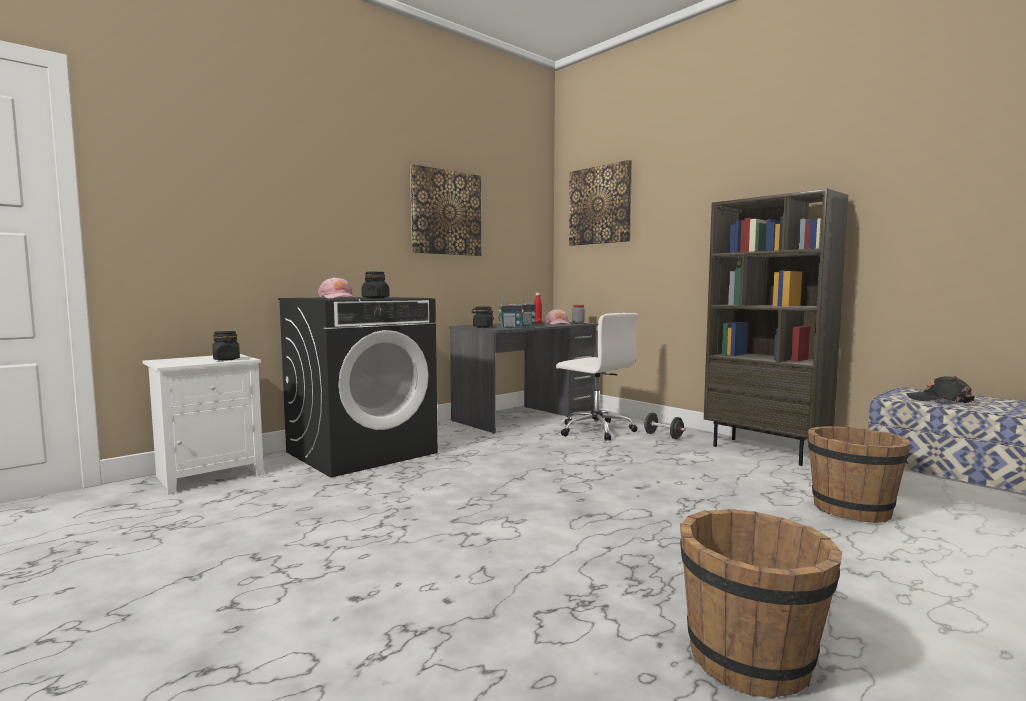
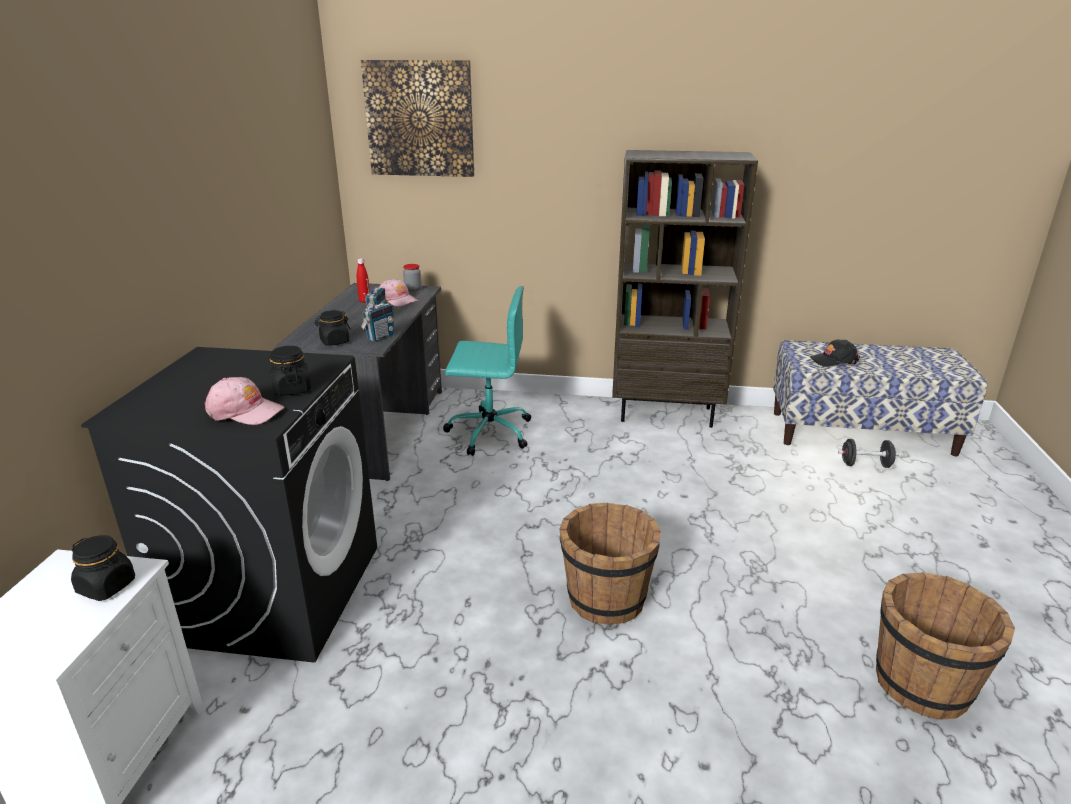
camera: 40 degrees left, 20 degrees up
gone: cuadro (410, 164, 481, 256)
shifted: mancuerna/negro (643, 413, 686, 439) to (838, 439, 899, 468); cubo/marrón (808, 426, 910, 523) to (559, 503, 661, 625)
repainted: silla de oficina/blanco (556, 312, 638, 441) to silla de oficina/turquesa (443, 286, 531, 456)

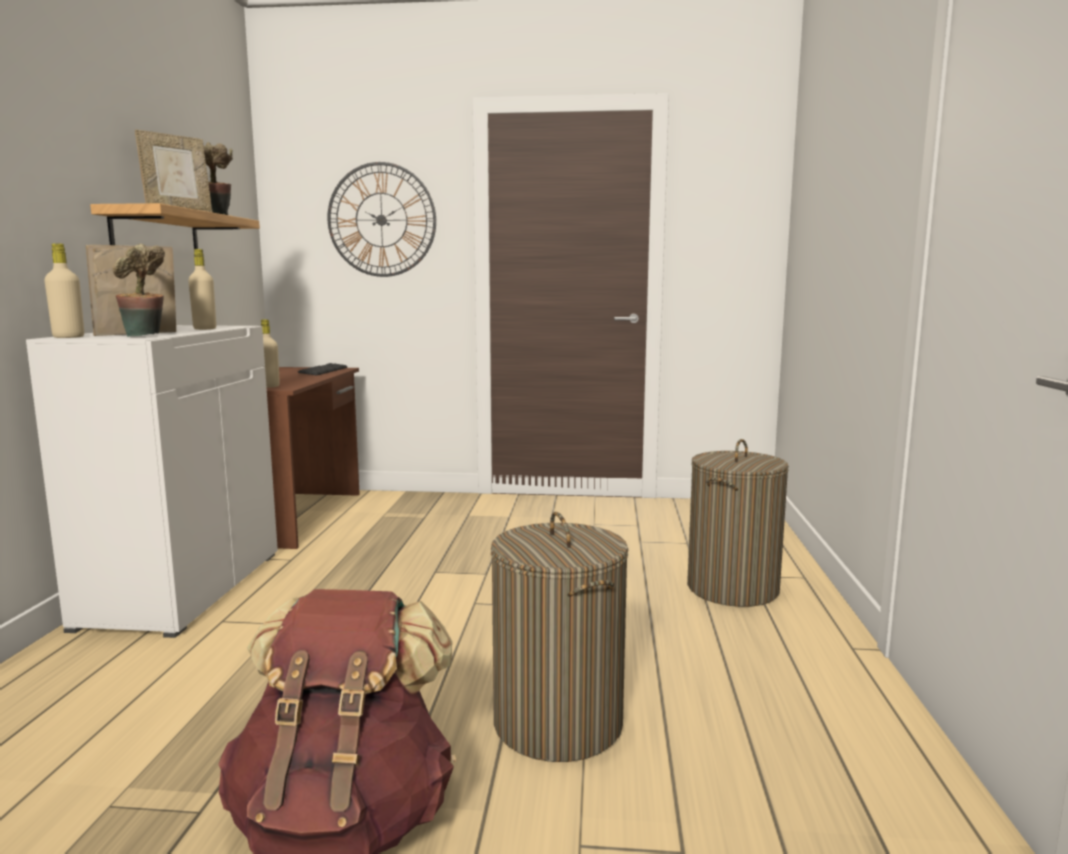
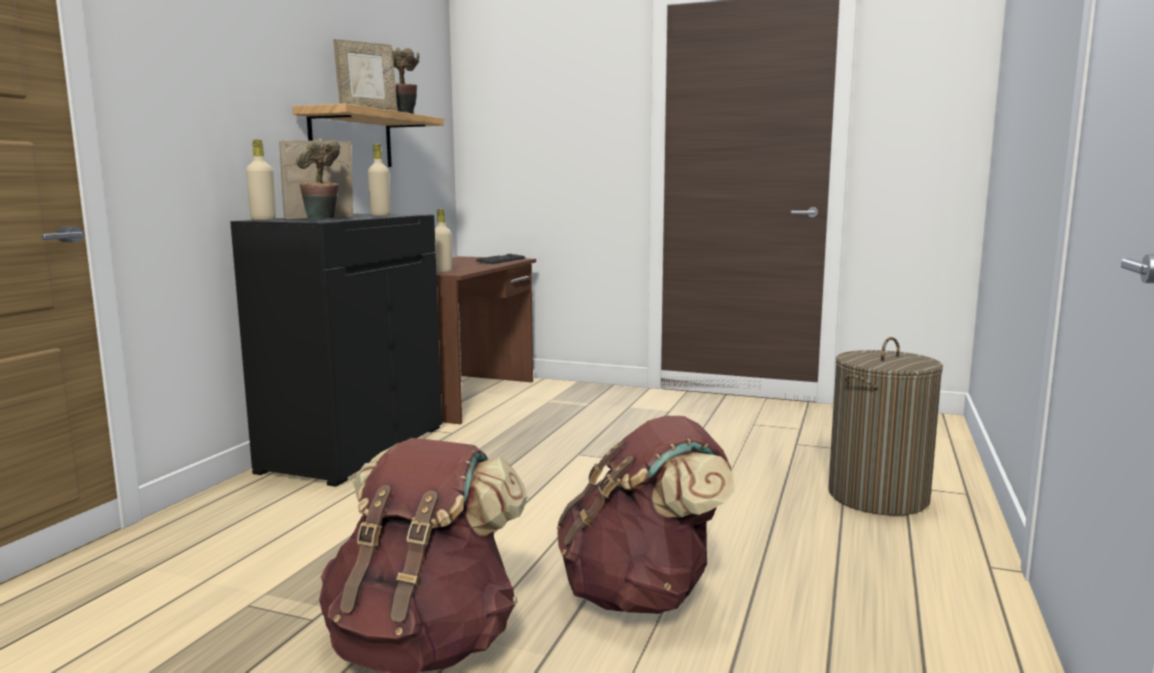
camera: 15 degrees right, 0 degrees up
gone: reloj de pared (328, 162, 436, 277)
swapped: cesto de la ropa (491, 512, 628, 762) to mochila/marrón (557, 416, 735, 614)
repainted: armario/blanco (26, 325, 278, 638) to armario/negro (230, 214, 442, 487)

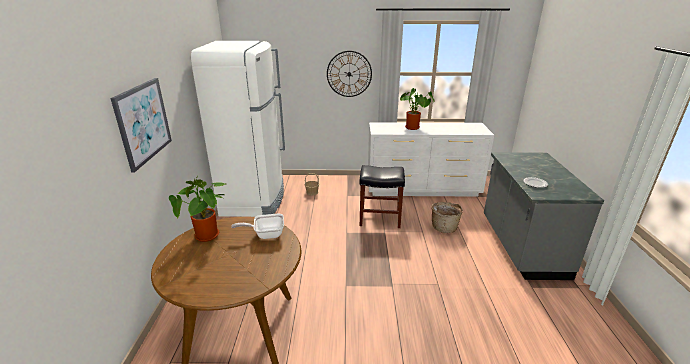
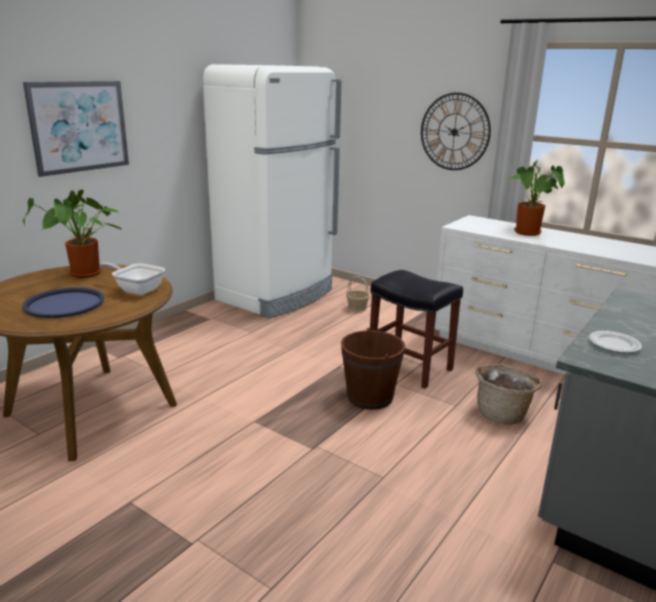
camera: 35 degrees right, 5 degrees down
new: bandeja/azul (22, 287, 104, 318); cubo/marrón (341, 328, 405, 410)

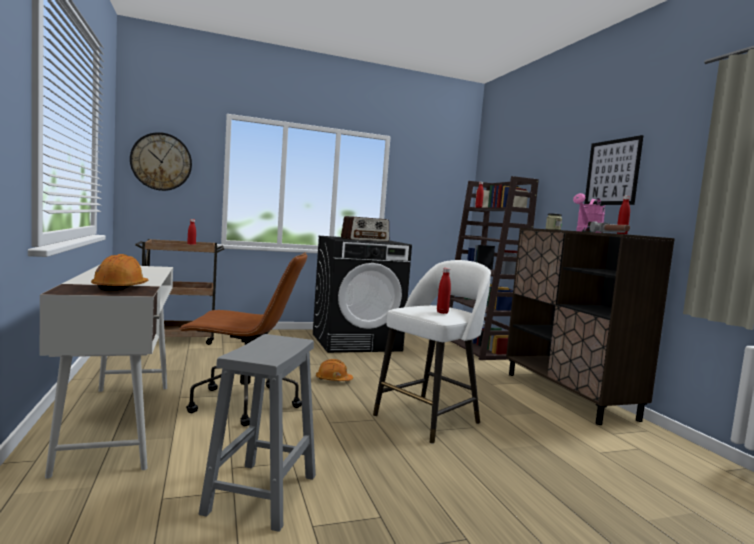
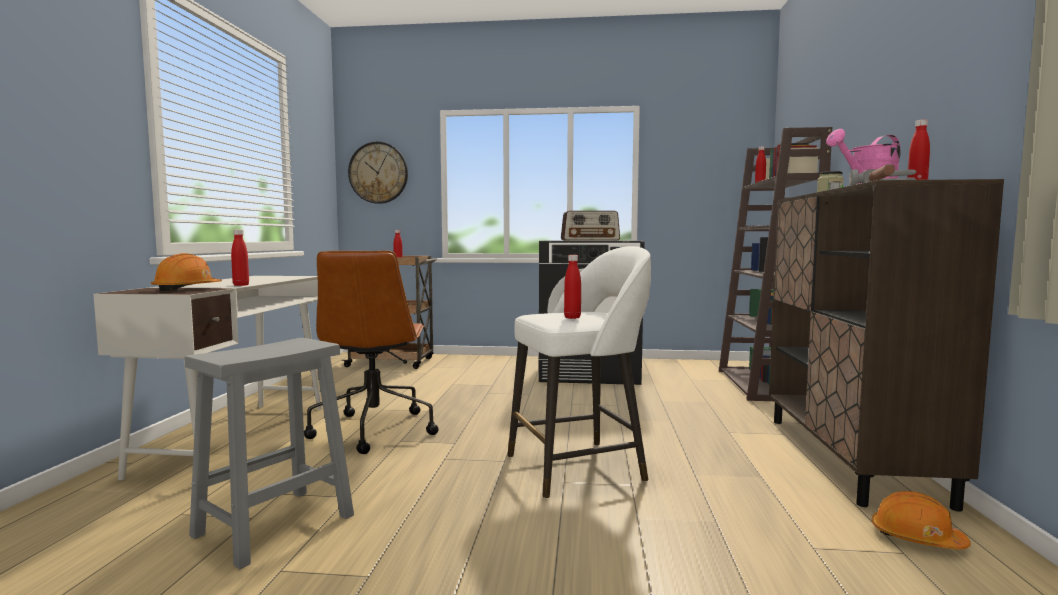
camera: 25 degrees right, 0 degrees up
gone: cuadro (584, 135, 643, 205)
new: botella/rojo (231, 230, 249, 286)
shifted: casco/naranja (316, 359, 353, 381) to (872, 491, 971, 549)
rotated: silla de oficina/marrón (178, 252, 307, 426) = (304, 250, 439, 454) 60 degrees clockwise

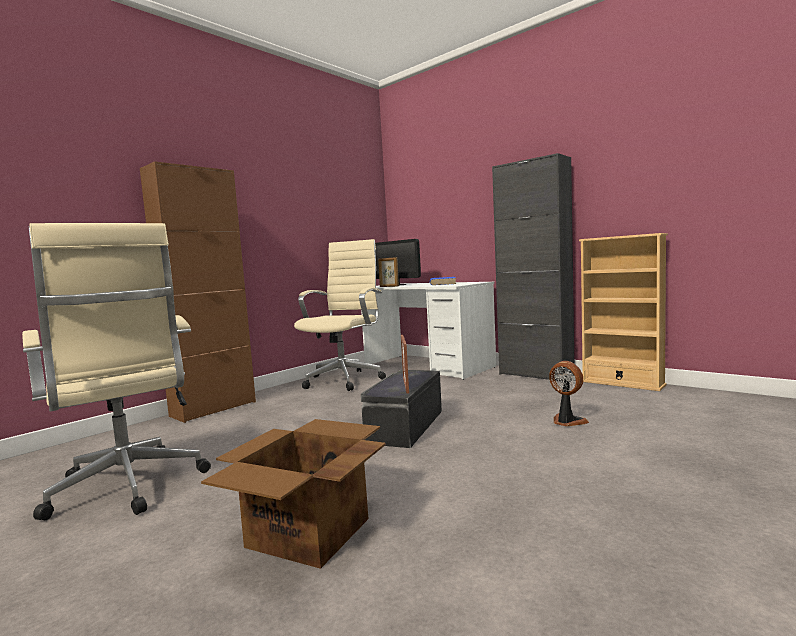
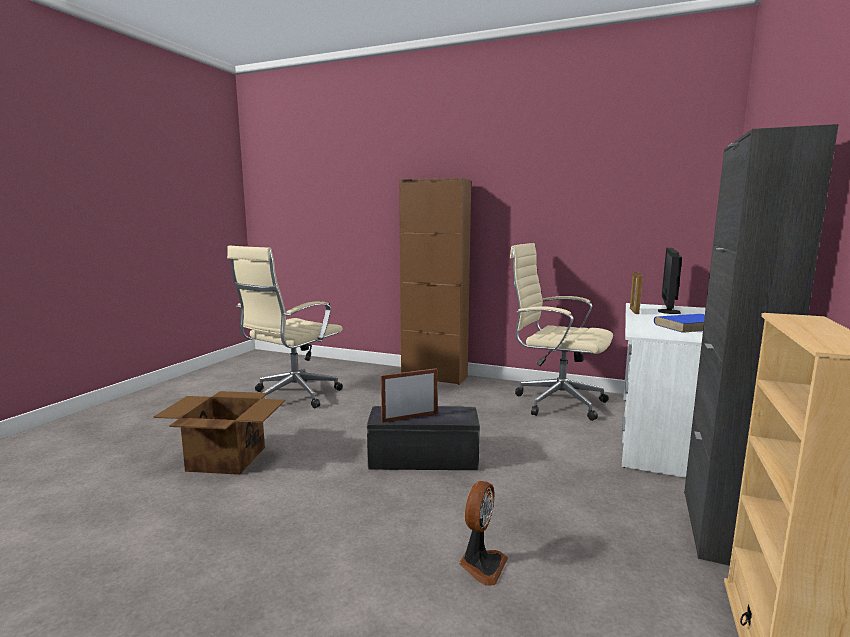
camera: 70 degrees right, 5 degrees up
rotated: silla de oficina/beis (294, 239, 386, 391) = (510, 243, 613, 421) 150 degrees counterclockwise

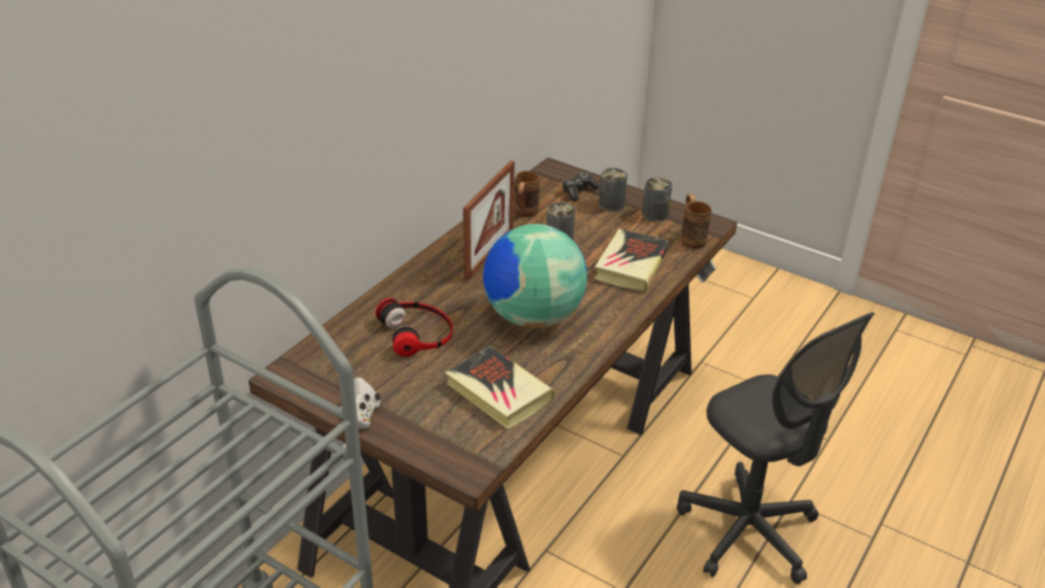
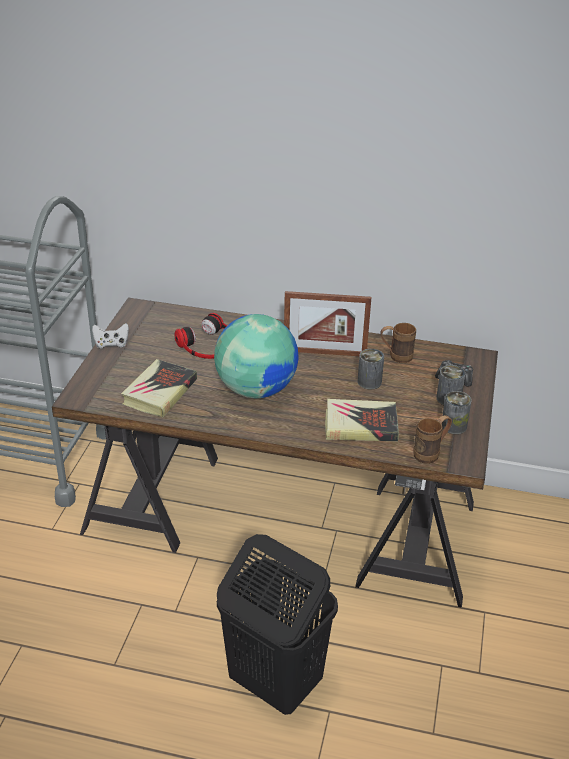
camera: 70 degrees right, 0 degrees up
swapped: silla de oficina/gris (677, 312, 875, 584) to cesto de la ropa/negro (217, 534, 338, 715)

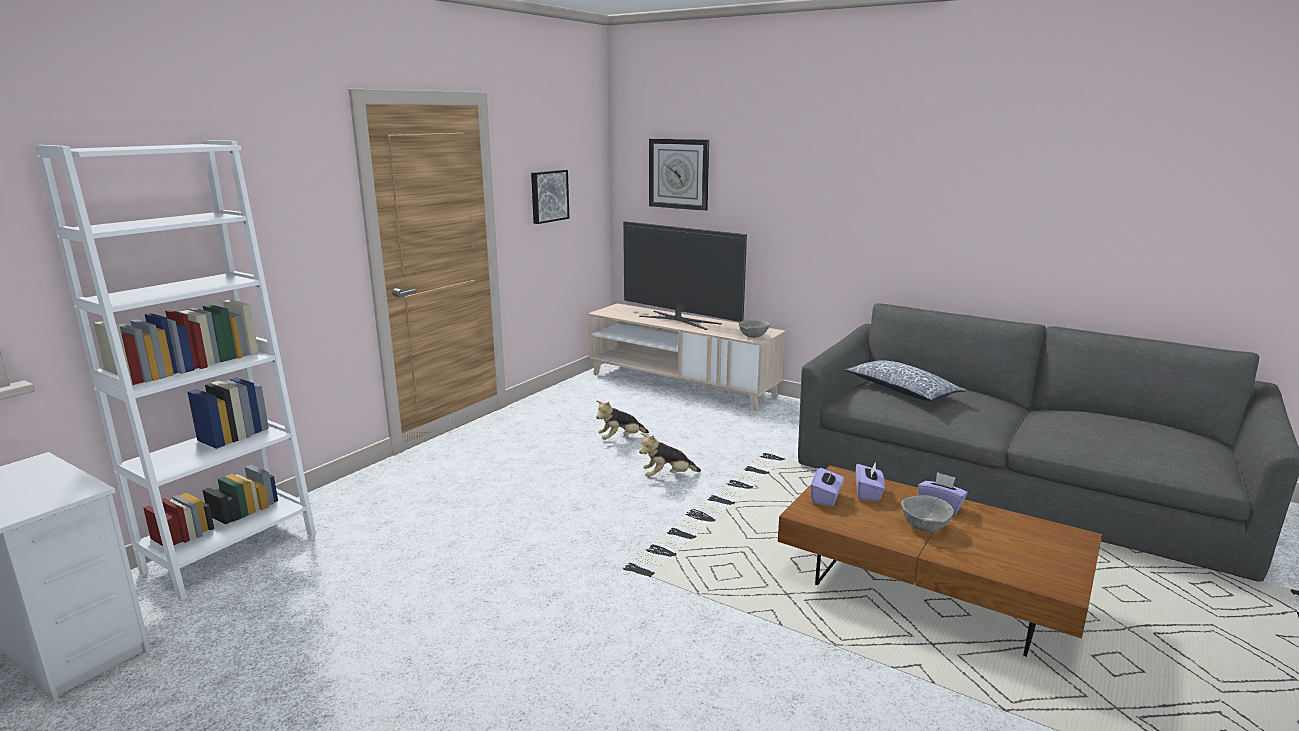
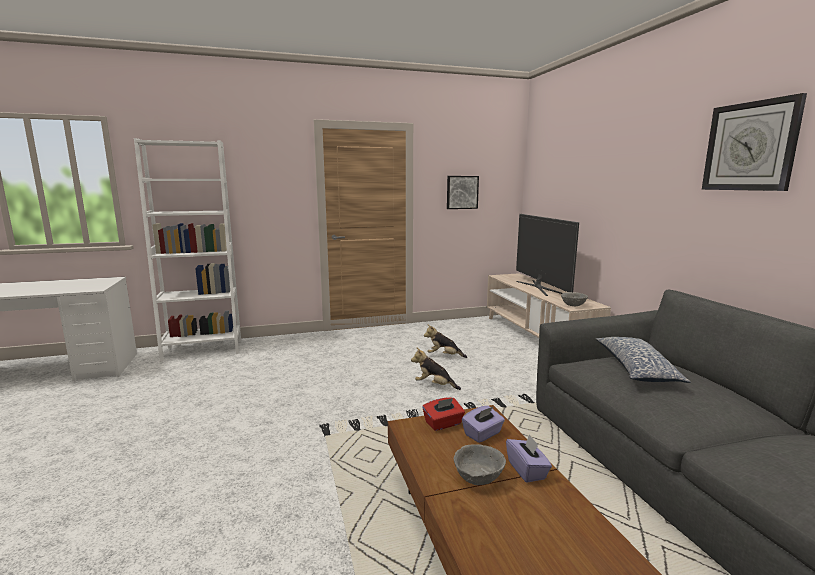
camera: 40 degrees right, 5 degrees down
shifted: reloj de pared (649, 138, 709, 211) to (702, 93, 807, 191)
repainted: caja de pañuelos/morado (811, 466, 844, 507) to caja de pañuelos/rojo (422, 397, 465, 431)

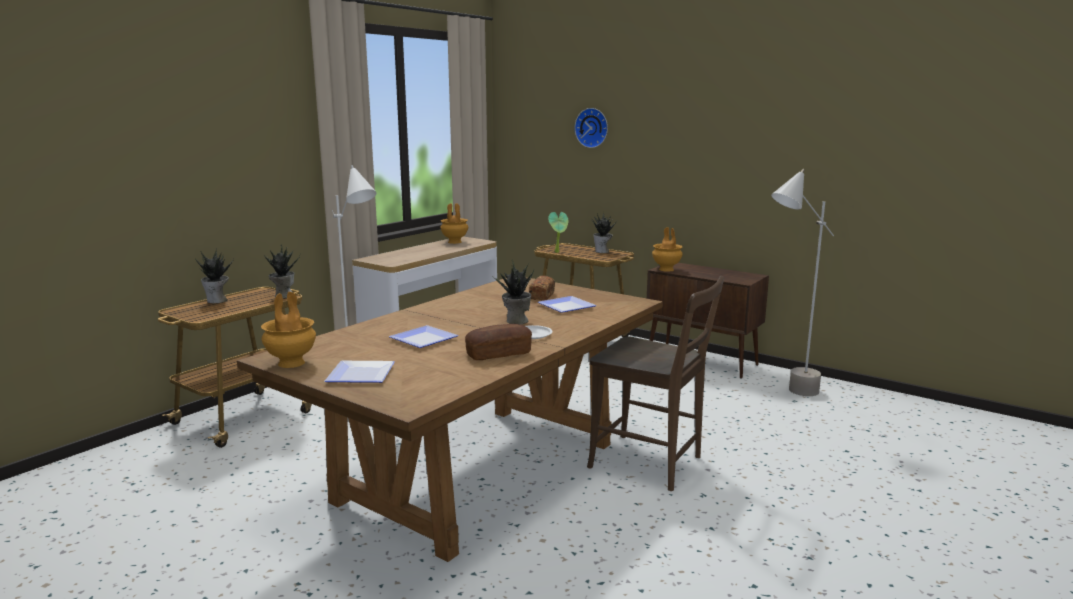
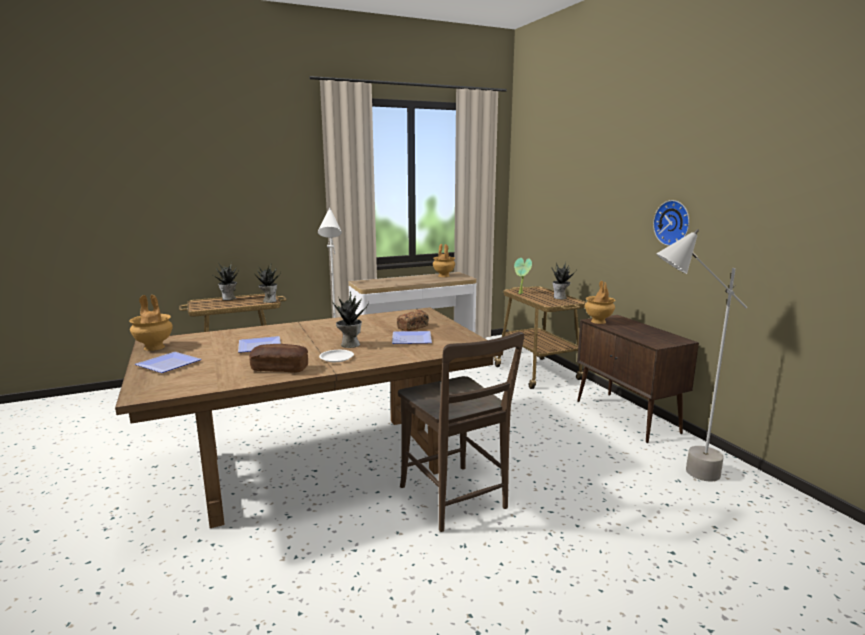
camera: 30 degrees right, 0 degrees up
shifted: reloj de pared (574, 108, 608, 148) to (653, 200, 690, 246)

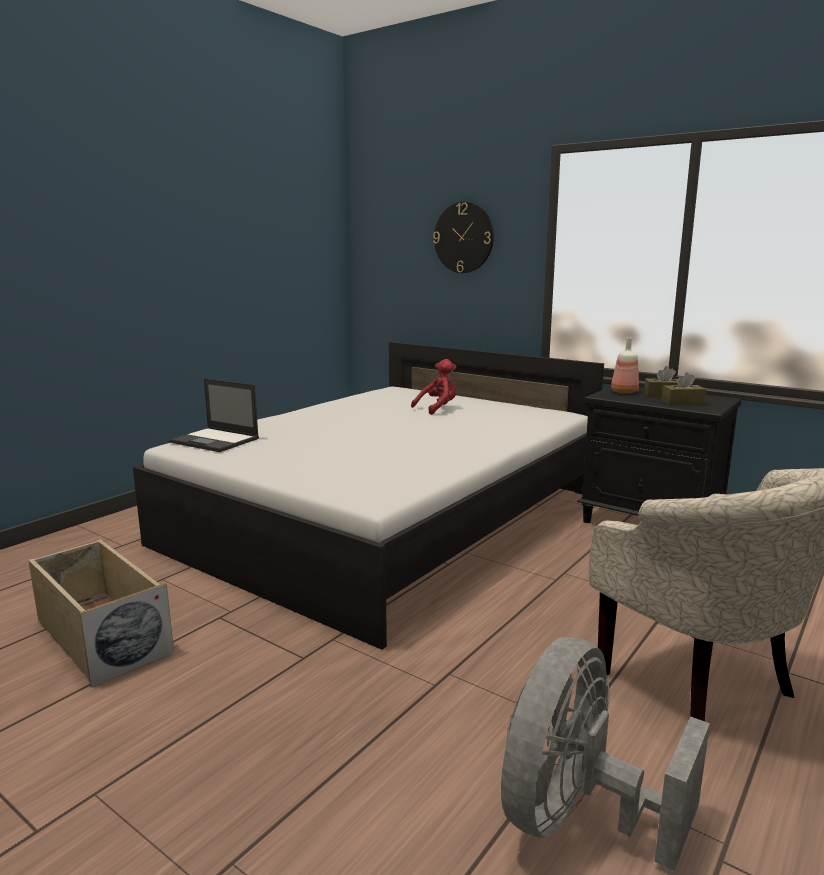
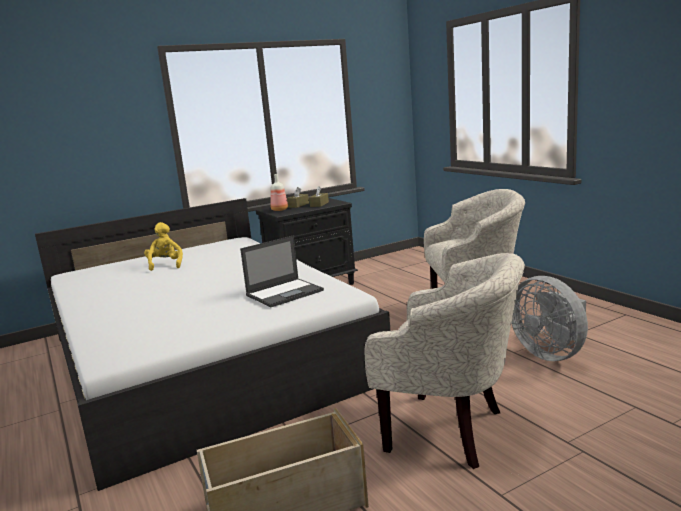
camera: 65 degrees left, 0 degrees up
gone: reloj de pared (433, 202, 494, 273)
new: sillón/beis (365, 253, 525, 469)
shifted: portátil (169, 379, 259, 452) to (240, 235, 324, 307)
repainted: peluche/rojo (411, 359, 456, 415) to peluche/amarillo (144, 222, 183, 271)

